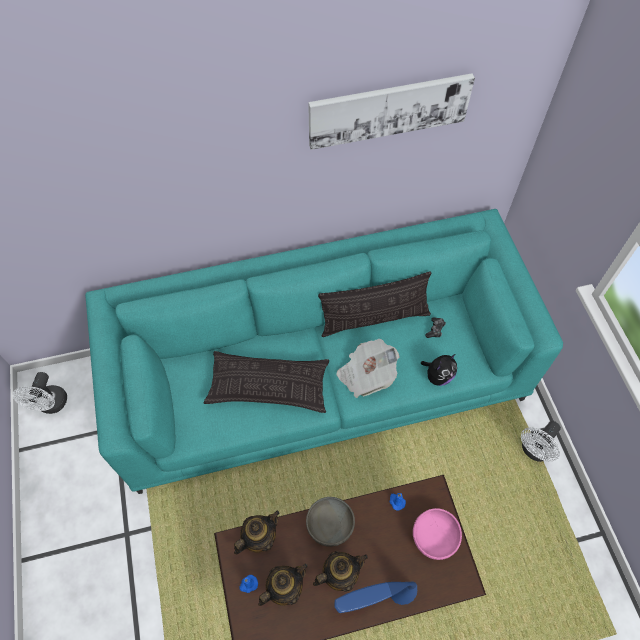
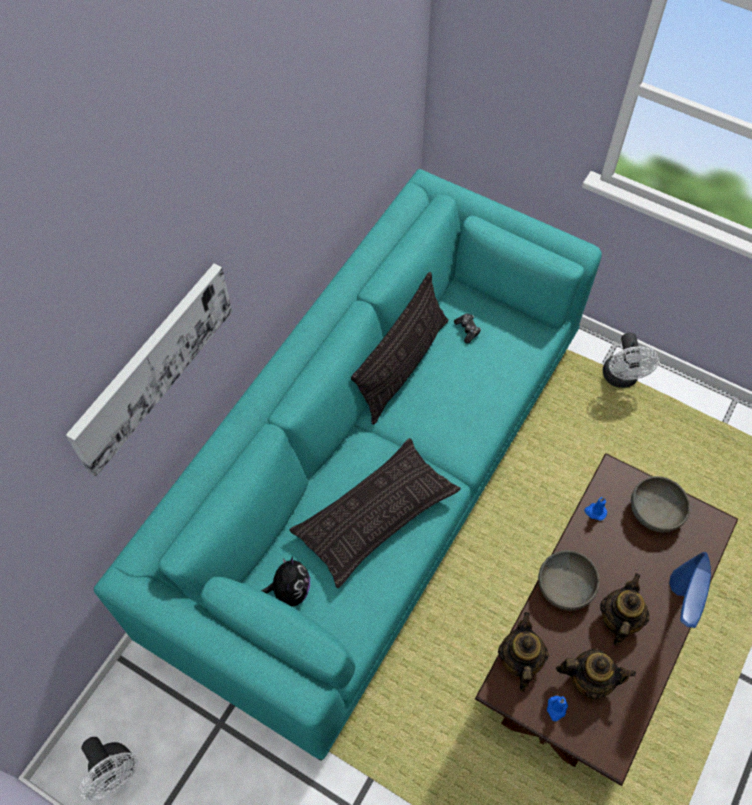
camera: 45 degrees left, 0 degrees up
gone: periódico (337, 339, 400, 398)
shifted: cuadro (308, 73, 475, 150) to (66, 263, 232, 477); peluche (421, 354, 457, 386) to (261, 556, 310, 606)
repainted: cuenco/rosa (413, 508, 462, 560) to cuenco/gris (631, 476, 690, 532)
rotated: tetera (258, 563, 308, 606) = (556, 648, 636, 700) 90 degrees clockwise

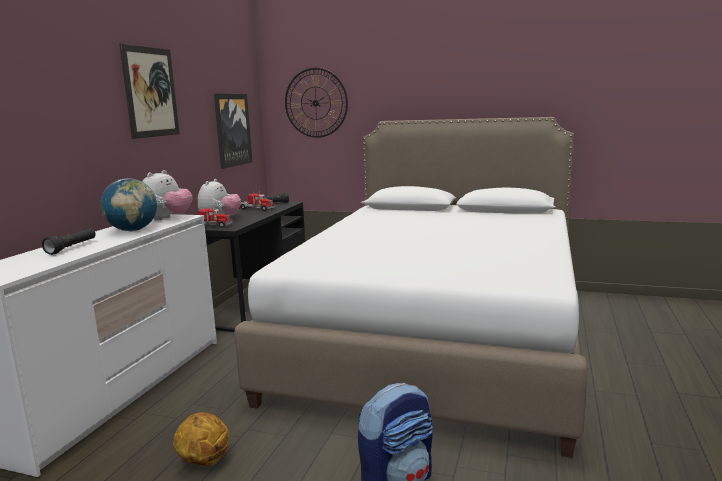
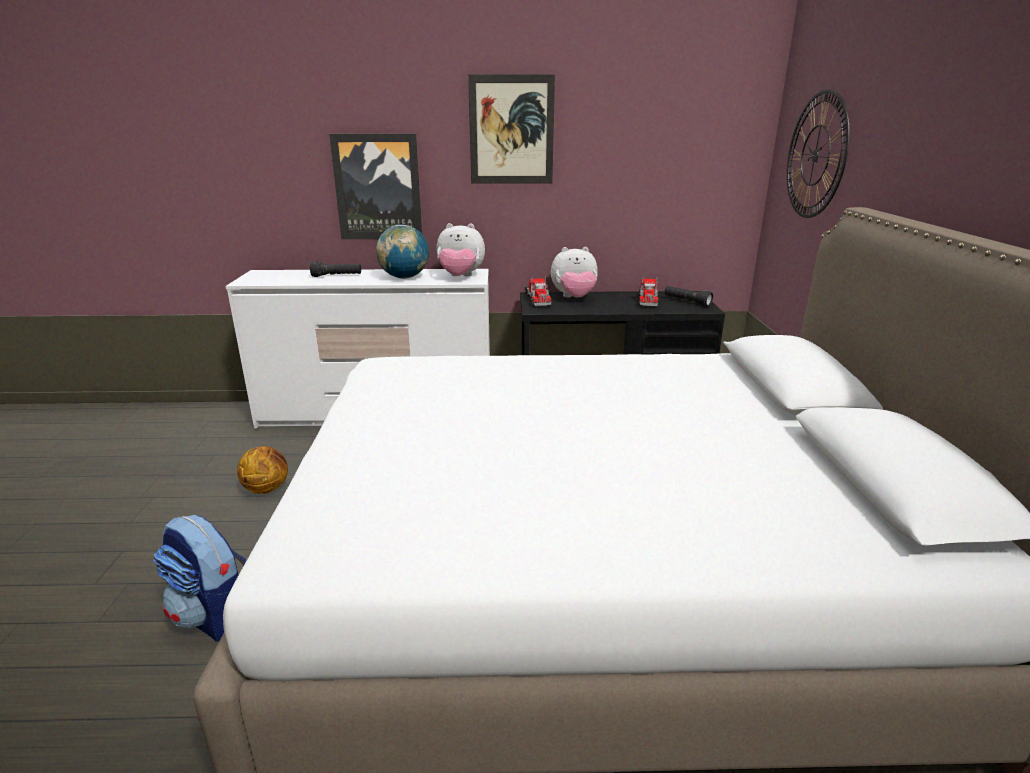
camera: 70 degrees right, 10 degrees up
shifted: cuadro (214, 94, 252, 169) to (329, 134, 422, 239)

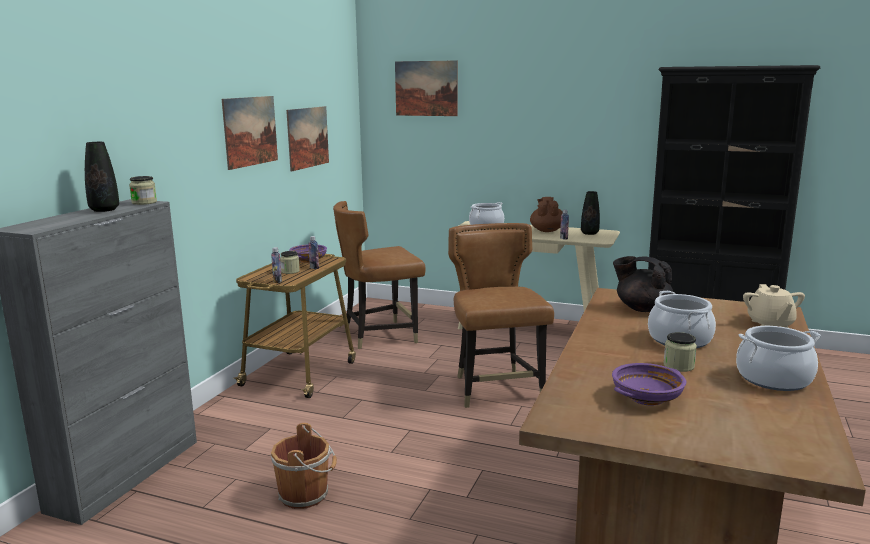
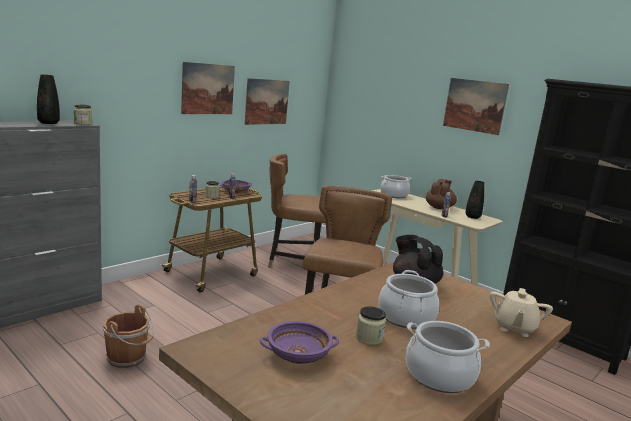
camera: 20 degrees right, 0 degrees up
shifted: cuadro (395, 60, 458, 116) to (443, 78, 509, 135)

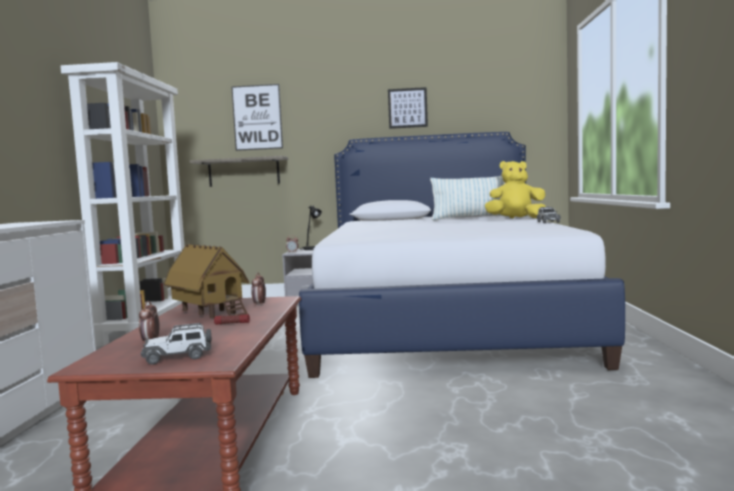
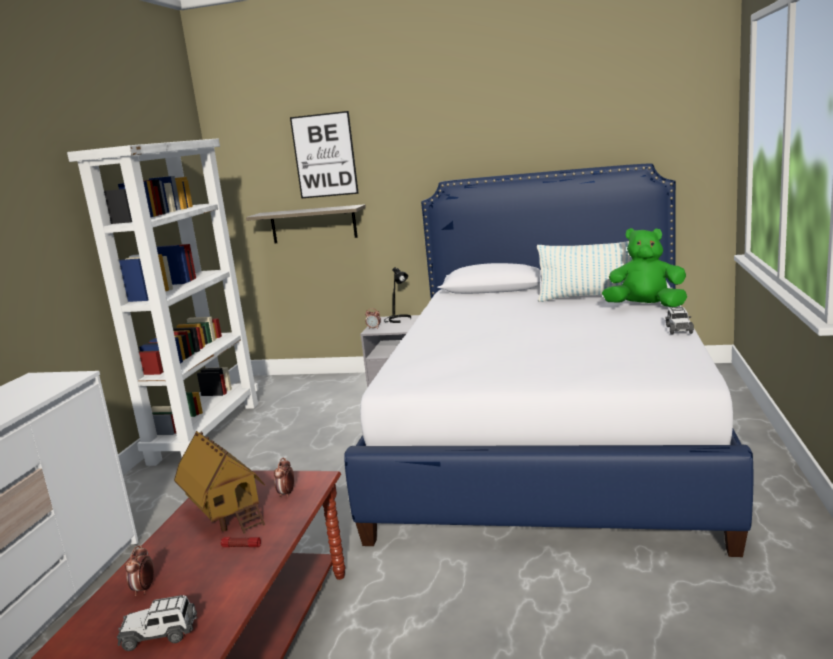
camera: 10 degrees right, 10 degrees up
gone: cuadro (388, 87, 428, 129)
repainted: peluche/amarillo (485, 161, 546, 218) to peluche/verde (602, 228, 687, 307)

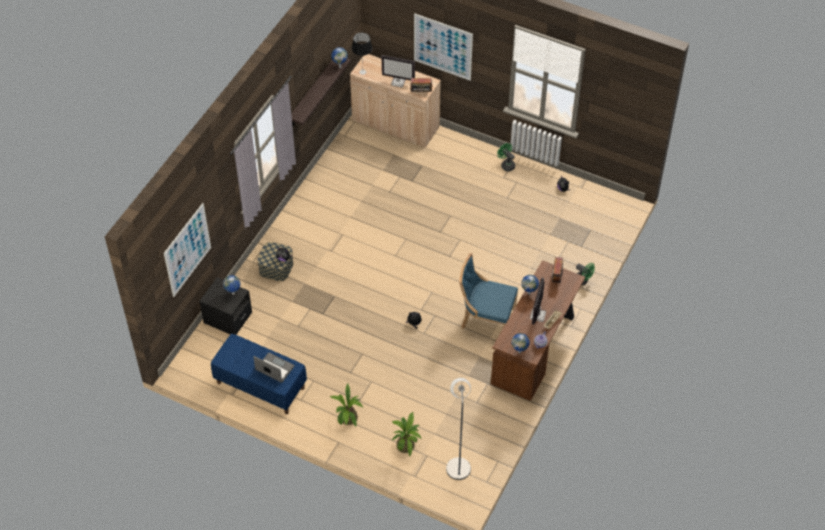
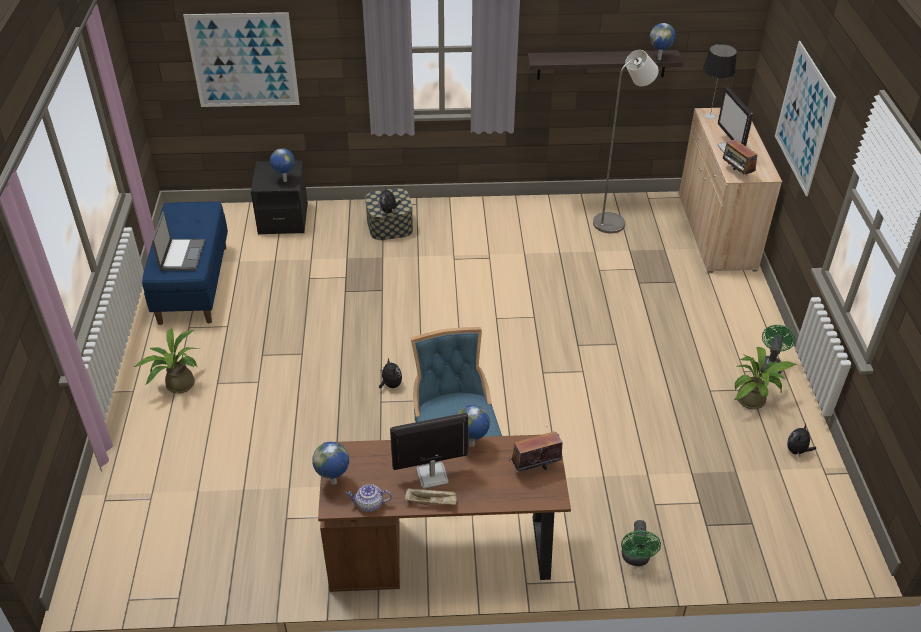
camera: 60 degrees right, 10 degrees down
shifted: planta en maceta (392, 412, 421, 457) to (734, 347, 796, 409); lámpara de pie/gris (446, 378, 471, 480) to (593, 50, 659, 234)

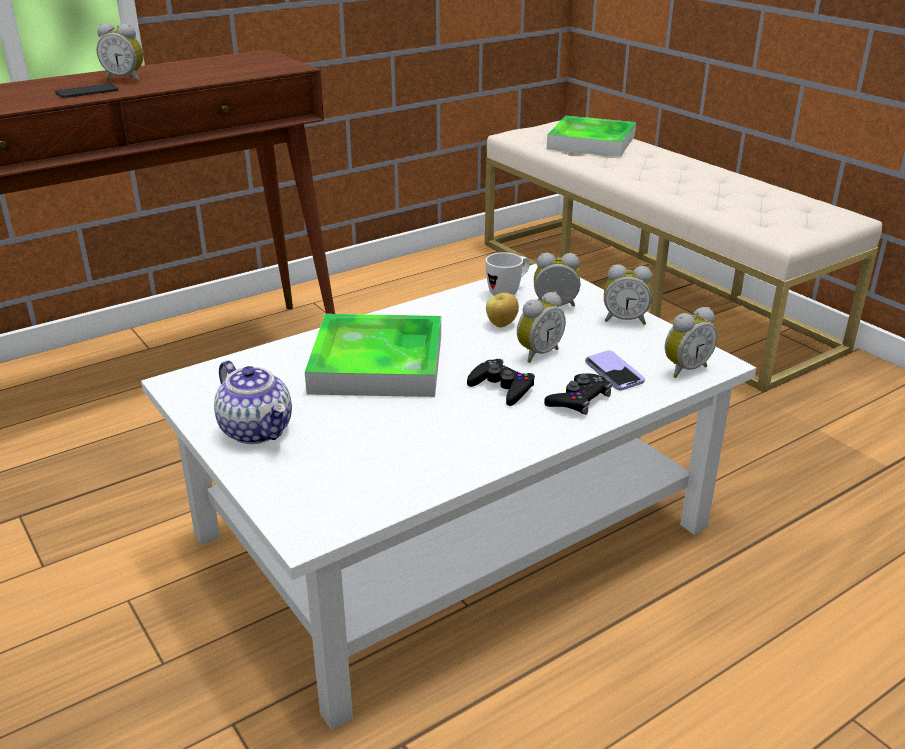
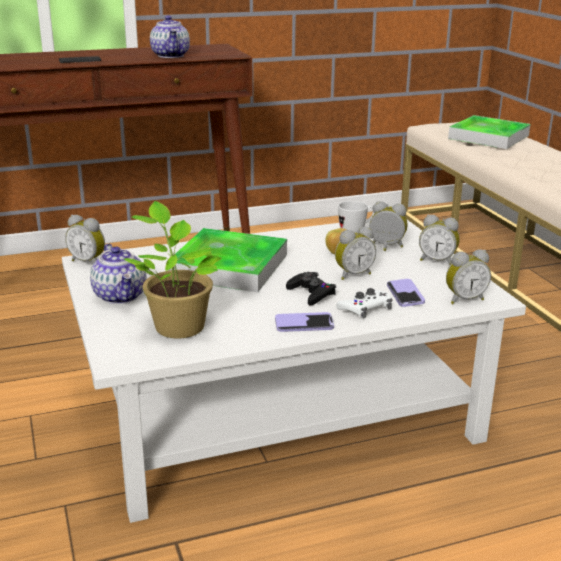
camera: 15 degrees right, 5 degrees down
new: planta en maceta (124, 201, 221, 339); tetera (150, 15, 190, 58); móvil (275, 312, 334, 332)
shifted: despertador (97, 23, 143, 82) to (65, 215, 105, 263)
repainted: mando de consola/negro (544, 373, 612, 415) to mando de consola/blanco (337, 288, 393, 318)

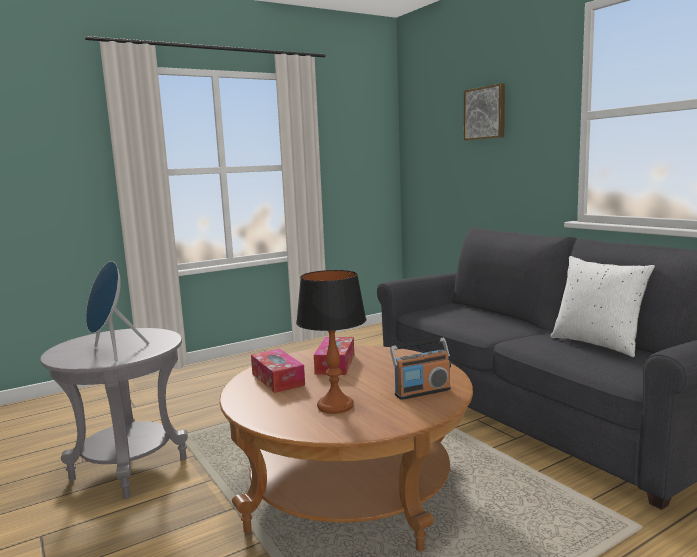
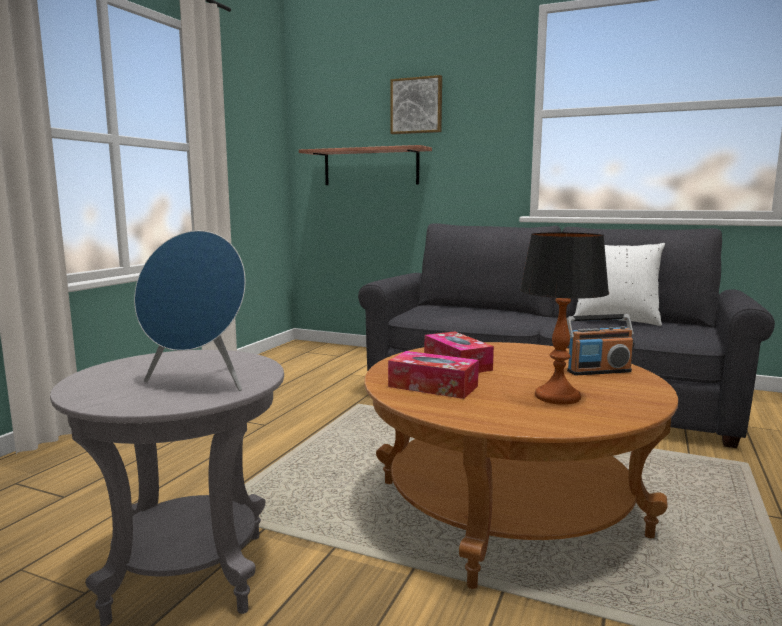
camera: 35 degrees left, 0 degrees up
new: estante (299, 145, 432, 185)
rotated: radio (390, 338, 451, 400) = (567, 314, 634, 375) 45 degrees clockwise

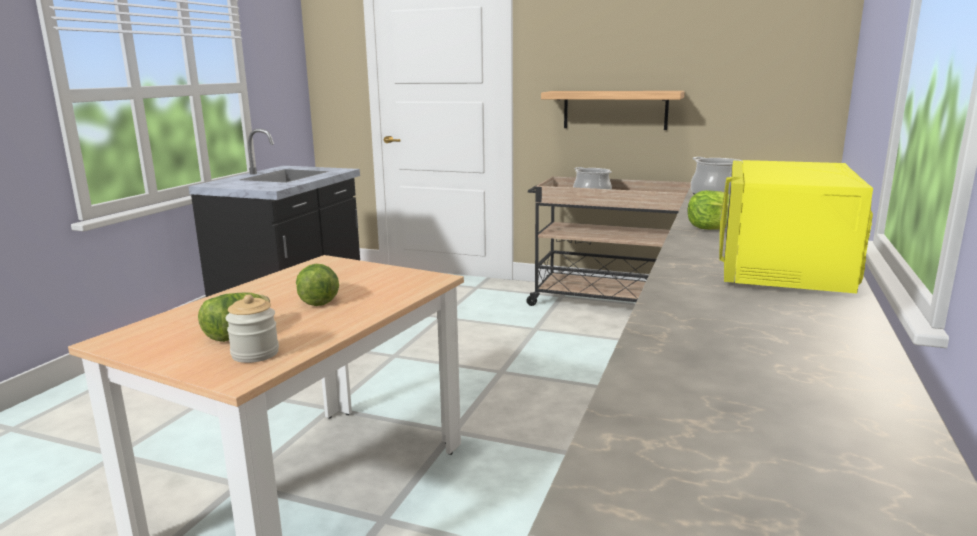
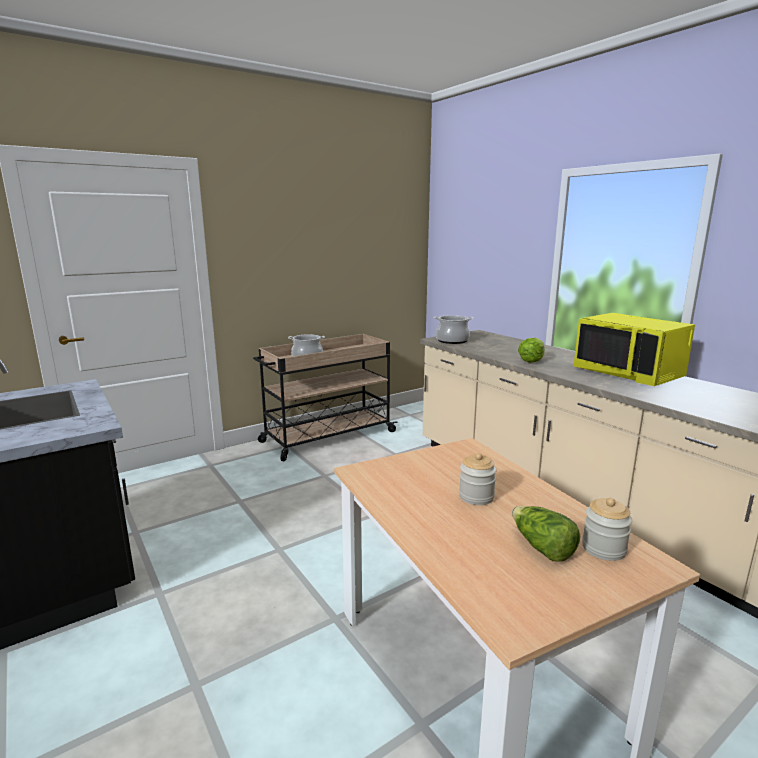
camera: 55 degrees left, 0 degrees up
gone: estante (541, 91, 685, 130)
swapped: lechuga (296, 264, 339, 306) to tarro (459, 453, 497, 505)

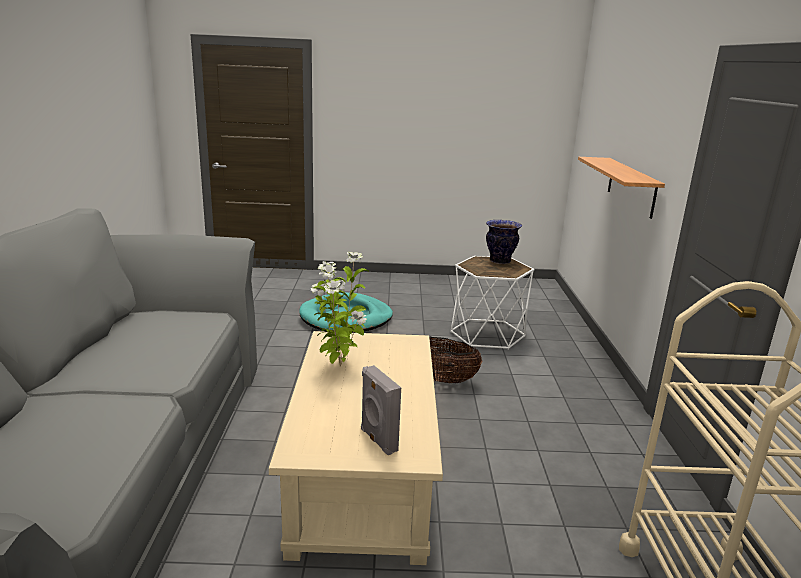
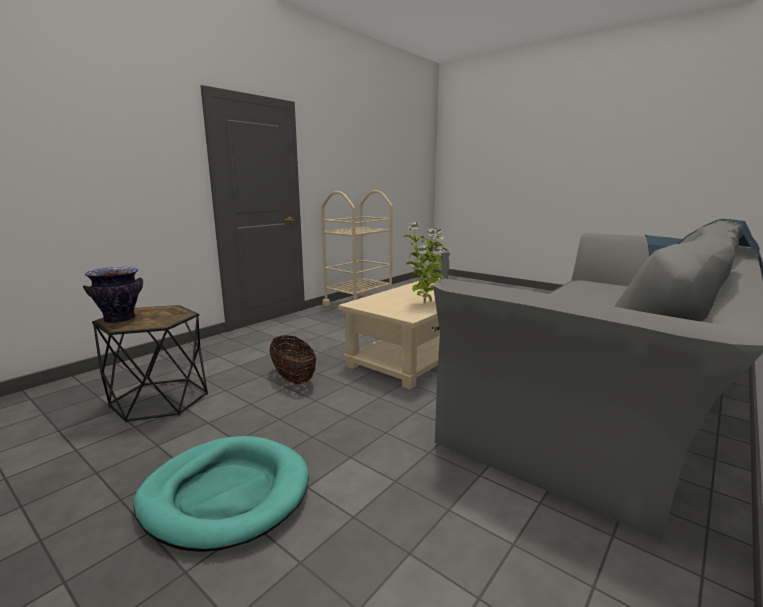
camera: 140 degrees left, 5 degrees down
gone: estante (578, 157, 665, 219)
repainted: mesa auxiliar/blanco (450, 256, 534, 350) to mesa auxiliar/negro (92, 305, 208, 423)

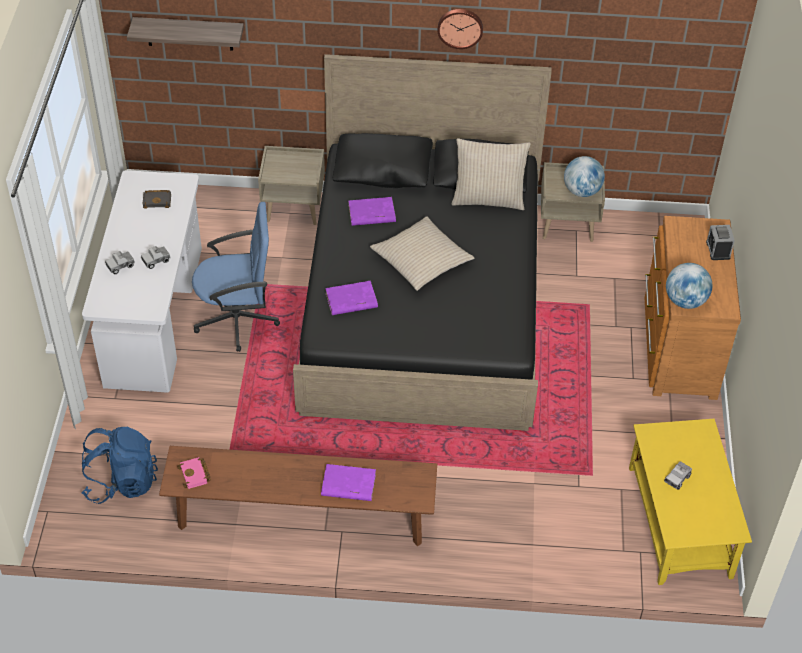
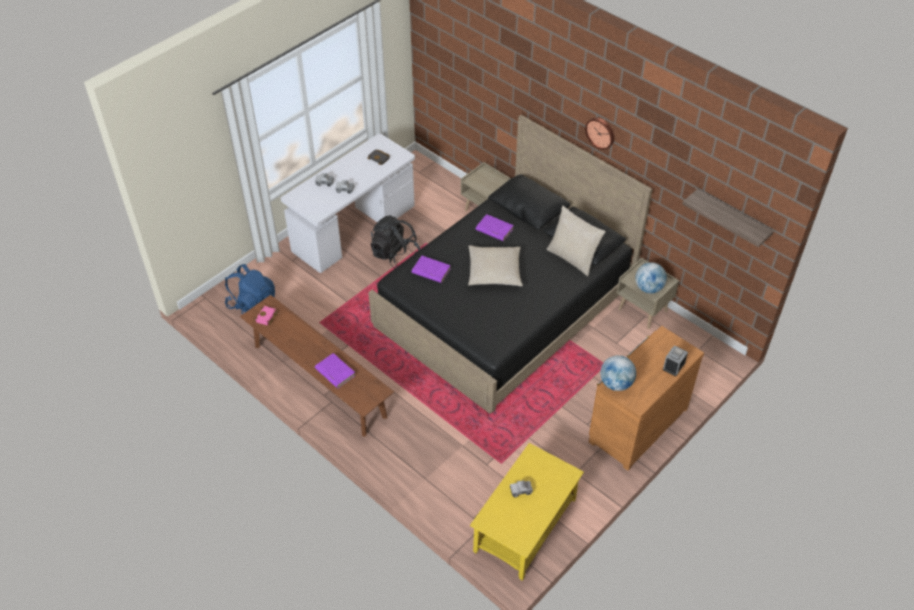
camera: 40 degrees right, 0 degrees up
shifted: estante (127, 17, 244, 51) to (682, 189, 774, 247)
swapped: silla de oficina/azul (192, 202, 280, 352) to mochila/negro (371, 215, 420, 268)

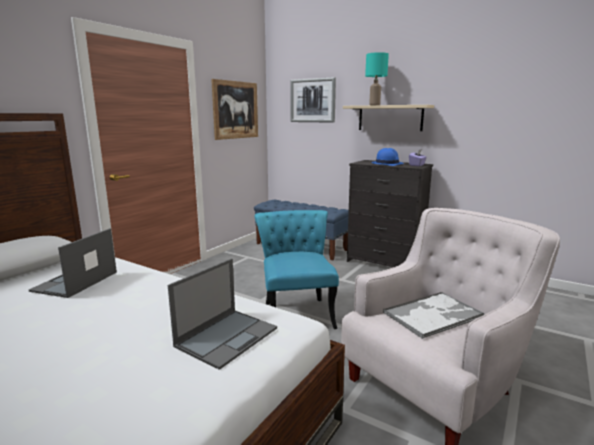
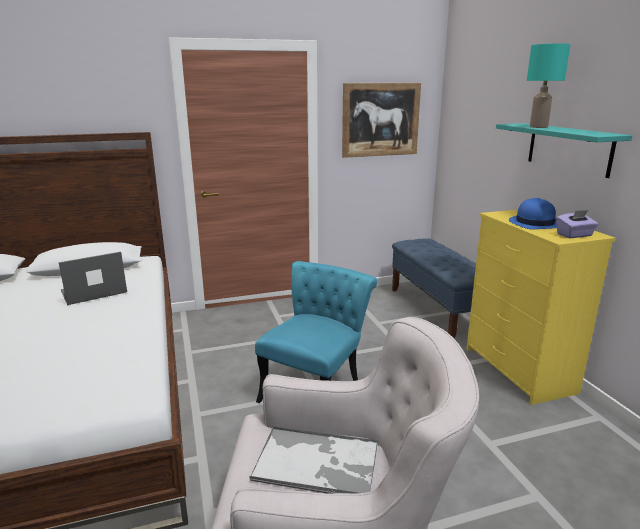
camera: 40 degrees right, 5 degrees up
gone: portátil (168, 258, 277, 370); cuadro (290, 77, 336, 123)
repainted: estante/beis (343, 105, 434, 131) to estante/turquesa (496, 123, 632, 178); cómoda/negro (347, 160, 433, 267) to cómoda/amarillo (466, 210, 616, 405)

